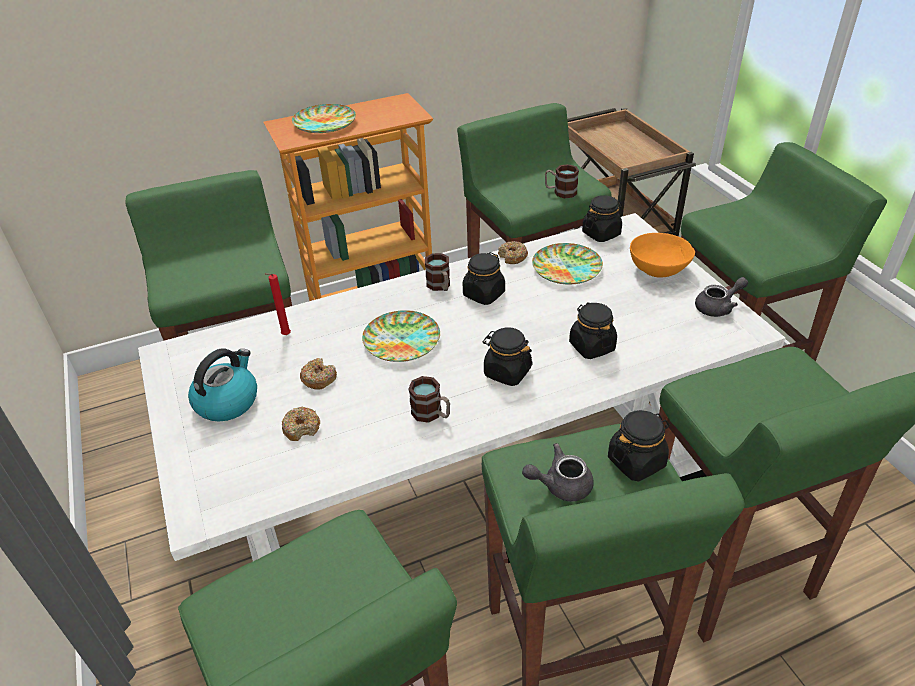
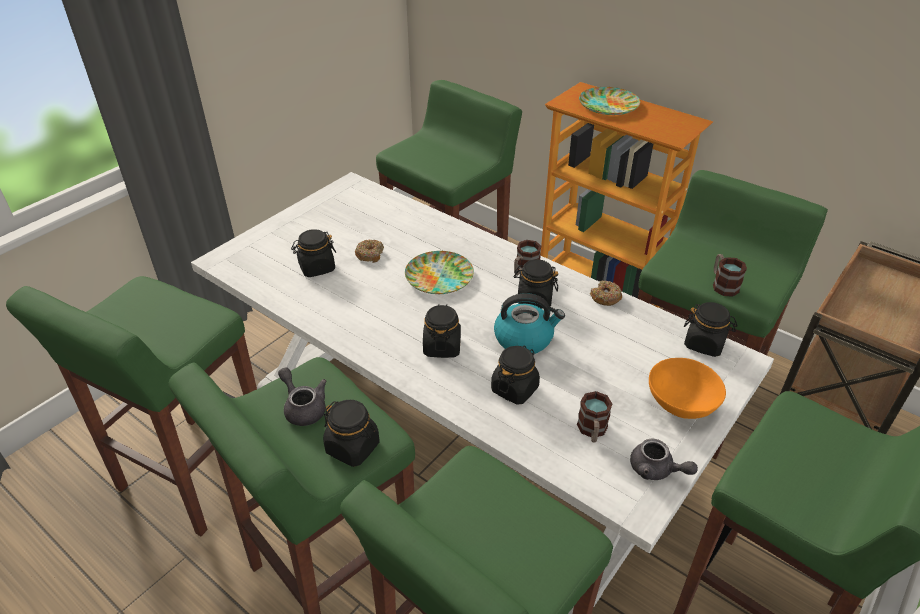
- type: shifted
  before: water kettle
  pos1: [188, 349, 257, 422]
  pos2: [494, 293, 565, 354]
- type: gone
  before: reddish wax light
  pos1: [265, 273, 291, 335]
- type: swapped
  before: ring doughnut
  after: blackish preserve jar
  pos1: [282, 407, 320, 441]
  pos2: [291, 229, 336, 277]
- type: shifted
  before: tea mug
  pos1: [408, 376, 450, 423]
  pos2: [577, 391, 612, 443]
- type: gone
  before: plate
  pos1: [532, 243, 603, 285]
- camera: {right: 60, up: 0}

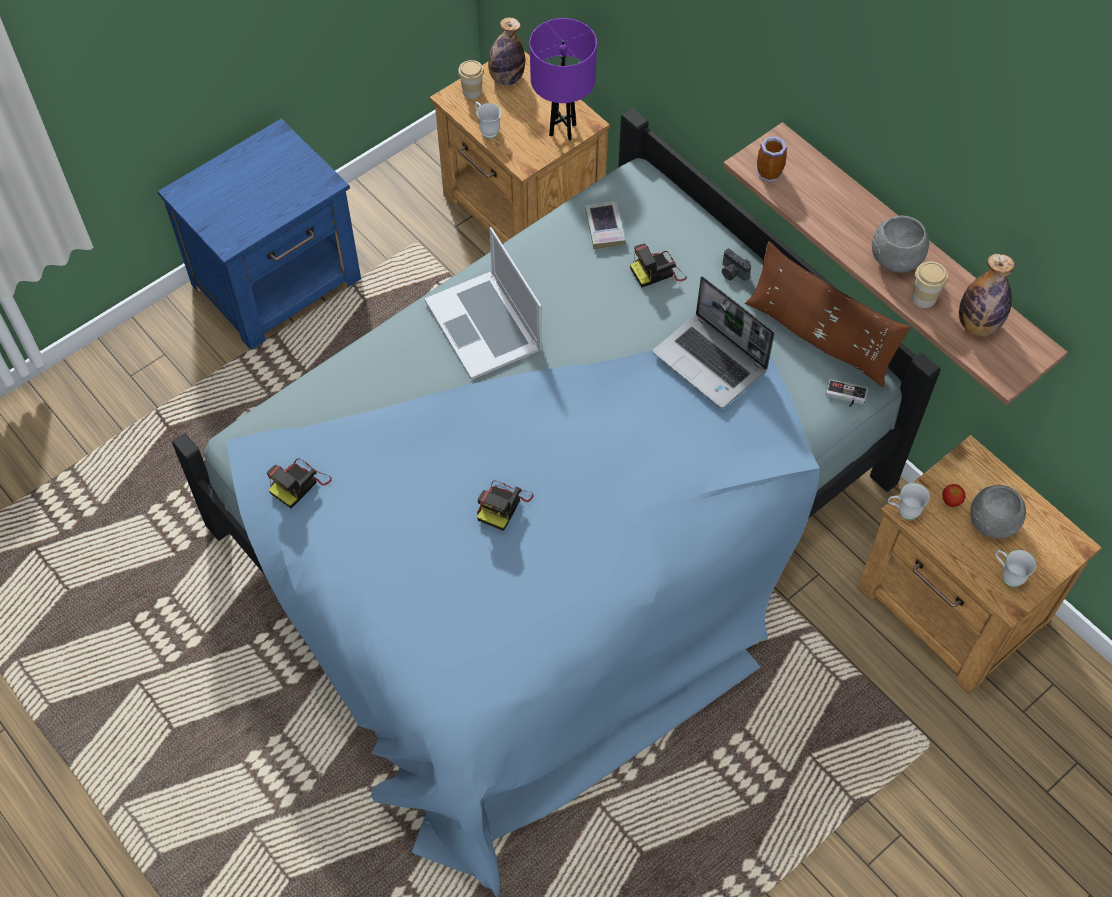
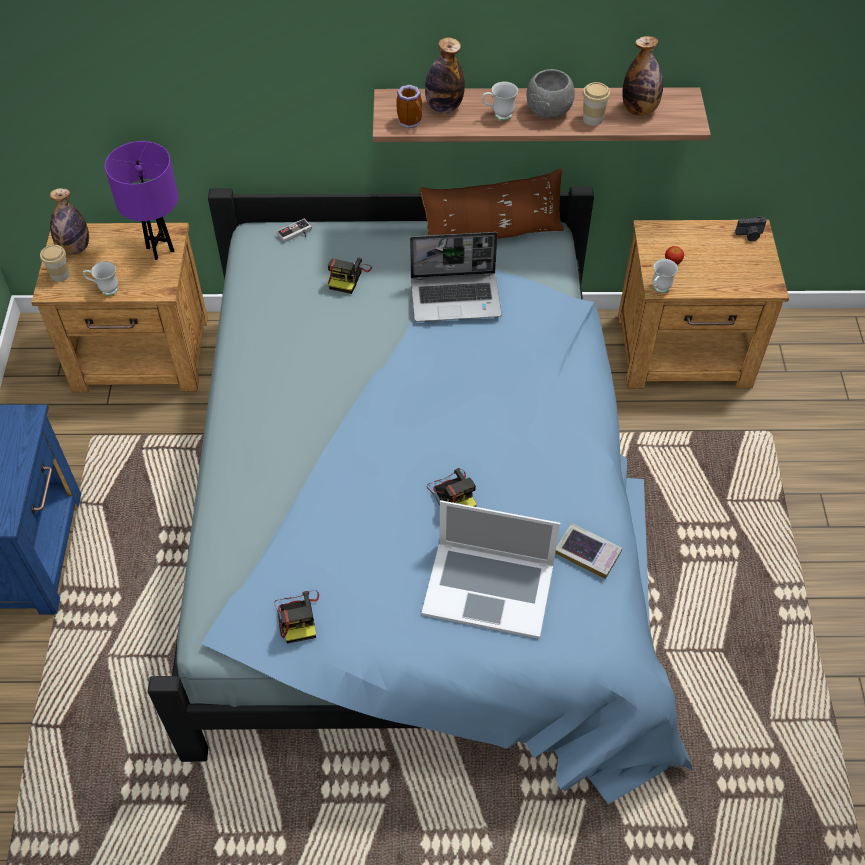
- type: shifted
  before: laptop
  pos1: [424, 227, 542, 380]
  pos2: [421, 500, 560, 639]
- type: shifted
  before: bound book
  pos1: [585, 201, 626, 249]
  pos2: [555, 523, 622, 579]
- type: shifted
  before: still camera
  pos1: [722, 249, 751, 281]
  pos2: [735, 216, 767, 241]
- type: shifted
  before: joypad
  pos1: [826, 379, 868, 407]
  pos2: [276, 218, 312, 243]
- type: gone
  before: gray serving bowl
  pos1: [970, 485, 1026, 538]
- type: shifted
  before: white tea mug
  pos1: [995, 550, 1037, 588]
  pos2: [482, 82, 518, 121]
- type: new
  after: drink bottle
  pos2: [425, 37, 465, 113]
- camera: {right: -50, up: -5}

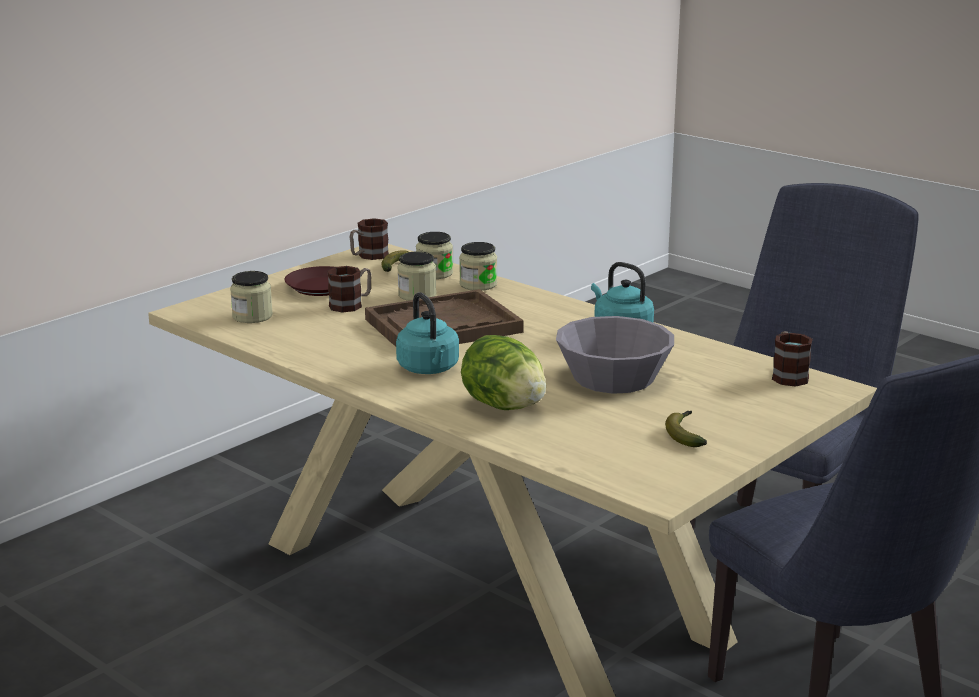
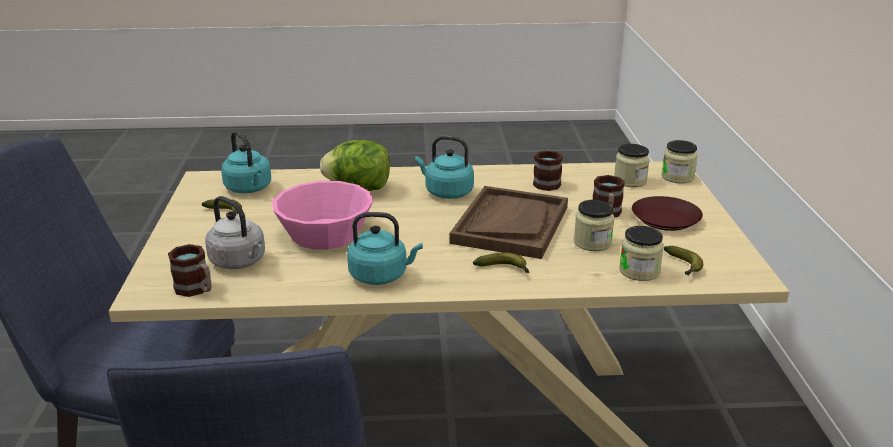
- type: shifted
  before: tea mug
  pos1: [349, 218, 389, 260]
  pos2: [533, 149, 563, 191]
- type: shifted
  before: preserve jar
  pos1: [459, 242, 497, 291]
  pos2: [661, 140, 698, 183]
- type: repainted
  before: gray serving bowl
  after: pinkish serving bowl
  pos1: [556, 316, 674, 394]
  pos2: [272, 181, 373, 250]
- type: new
  after: gray water kettle
  pos2: [205, 196, 265, 269]
- type: new
  after: blue-green water kettle
  pos2: [221, 131, 271, 193]
- type: new
  after: whole banana
  pos2: [473, 253, 529, 273]
- camera: {right: 135, up: 5}

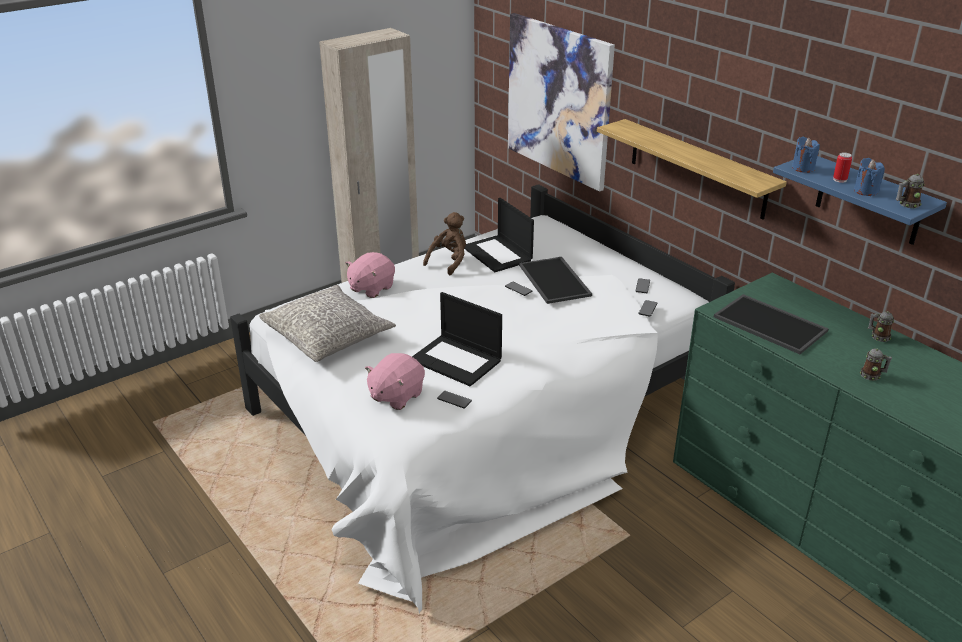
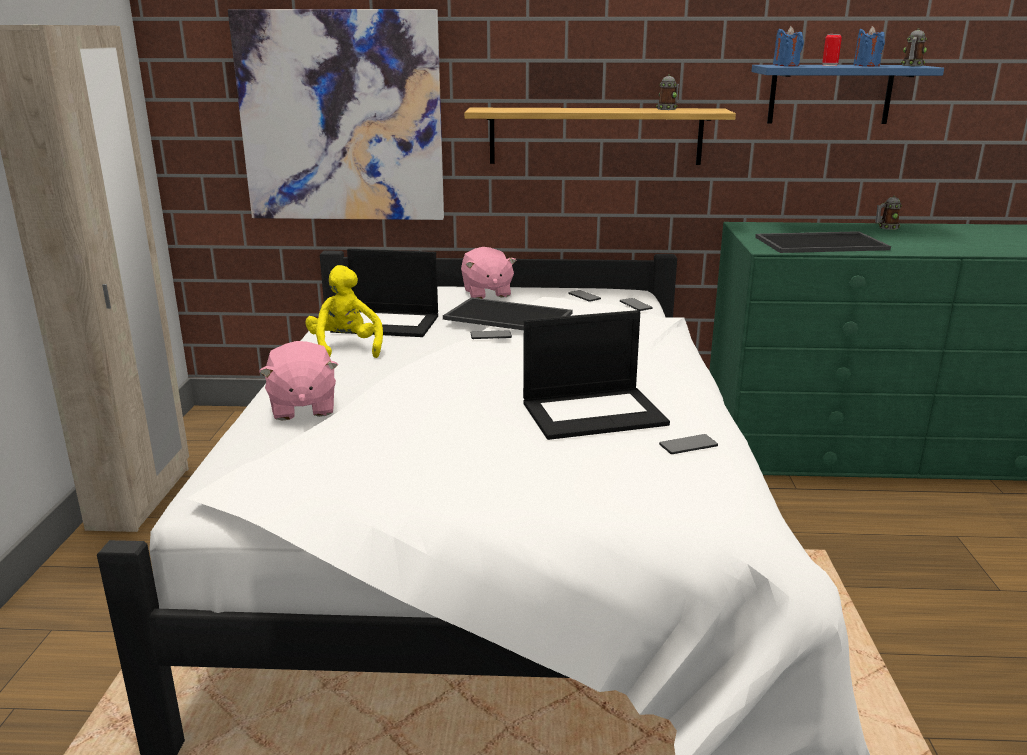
- type: gone
  before: gray throw pillow
  pos1: [259, 285, 396, 362]
- type: shifted
  before: pinkish plush toy
  pos1: [365, 353, 425, 410]
  pos2: [461, 247, 517, 299]
- type: repainted
  before: brownish plush toy
  after: yellow-coloured plush toy
  pos1: [423, 212, 466, 275]
  pos2: [305, 265, 383, 358]
- type: shifted
  before: tea mug
  pos1: [860, 349, 892, 381]
  pos2: [656, 74, 679, 110]
- camera: {right: -50, up: -10}

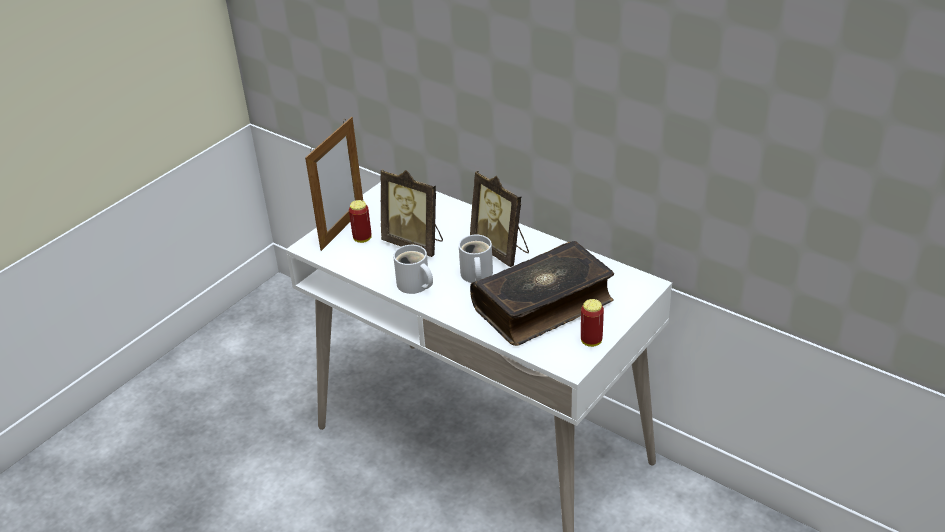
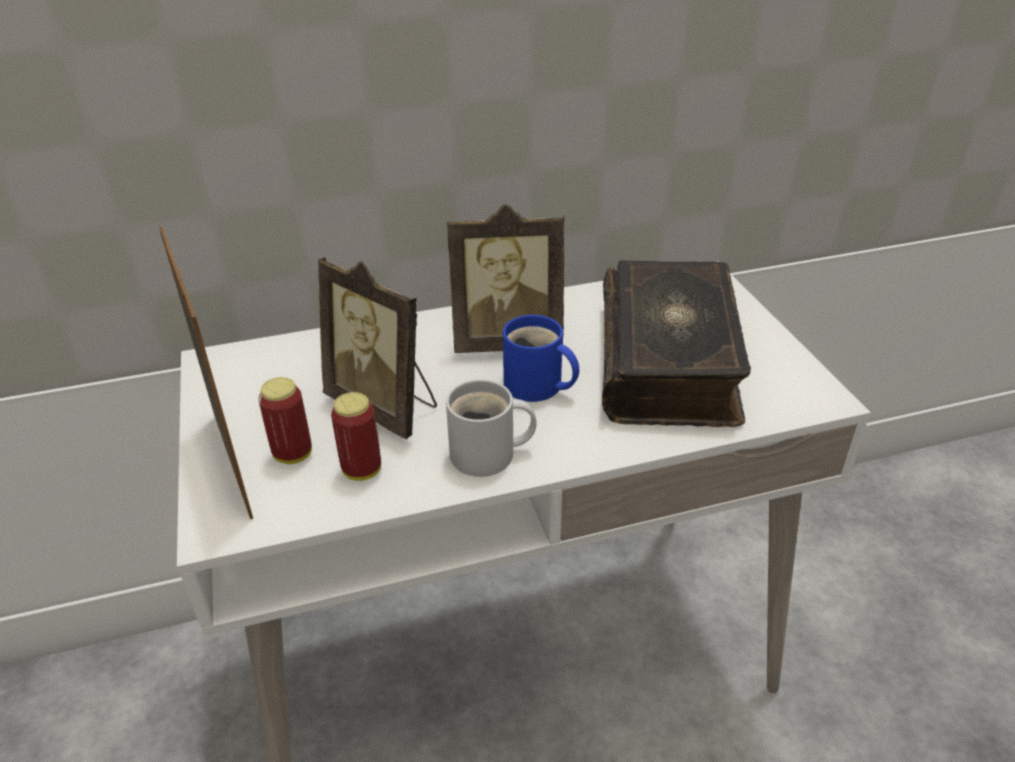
- type: rotated
  before: photo frame
  pos1: [380, 169, 443, 257]
  pos2: [318, 257, 437, 439]
  turn: 60
- type: repainted
  before: white tea mug
  after: bluish tea mug
  pos1: [459, 235, 493, 283]
  pos2: [503, 315, 579, 402]
- type: shifted
  before: metal can
  pos1: [581, 299, 604, 347]
  pos2: [331, 392, 381, 481]
- camera: {right: -55, up: 0}

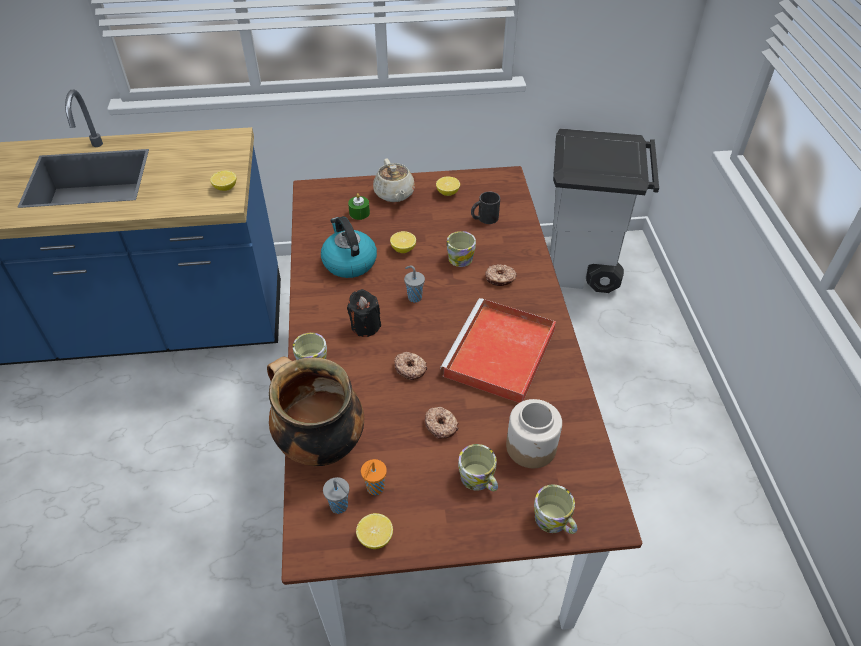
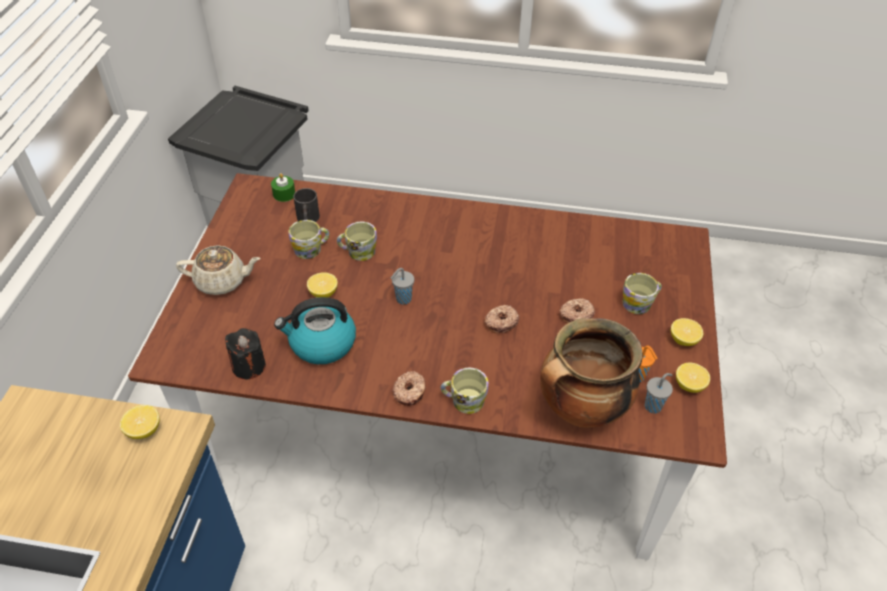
- type: shifted
  before: blackish wax light
  pos1: [347, 289, 381, 337]
  pos2: [225, 328, 266, 379]
- type: shifted
  before: green-coloured wax light
  pos1: [348, 193, 370, 220]
  pos2: [271, 173, 295, 202]
- type: shifted
  before: whole lemon
  pos1: [436, 177, 460, 196]
  pos2: [671, 318, 703, 346]
- type: gone
  before: reddish carrying tray
  pos1: [440, 298, 556, 403]
- type: shifted
  before: ring doughnut
  pos1: [485, 264, 517, 286]
  pos2: [392, 371, 426, 406]
- type: gone
  before: preserve jar
  pos1: [506, 399, 562, 468]
- type: shifted
  before: tea mug
  pos1: [534, 485, 577, 534]
  pos2: [289, 220, 329, 259]
- camera: {right: -75, up: 0}

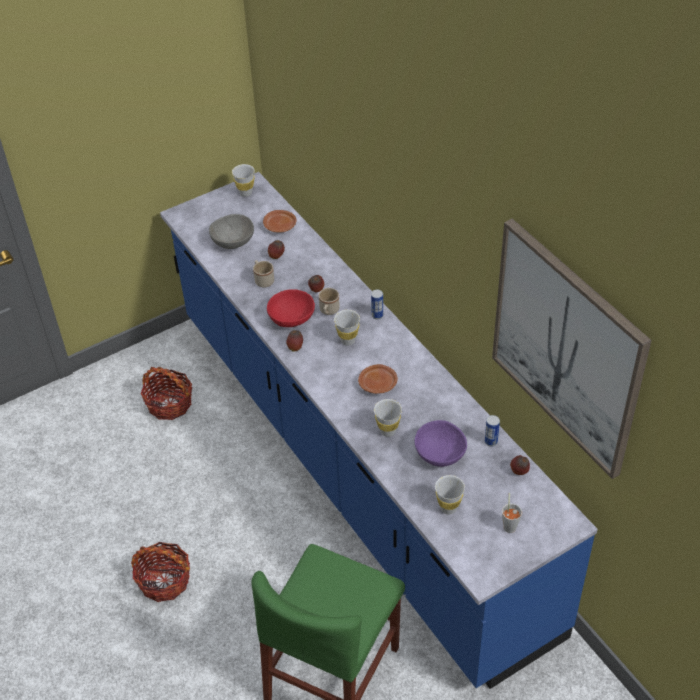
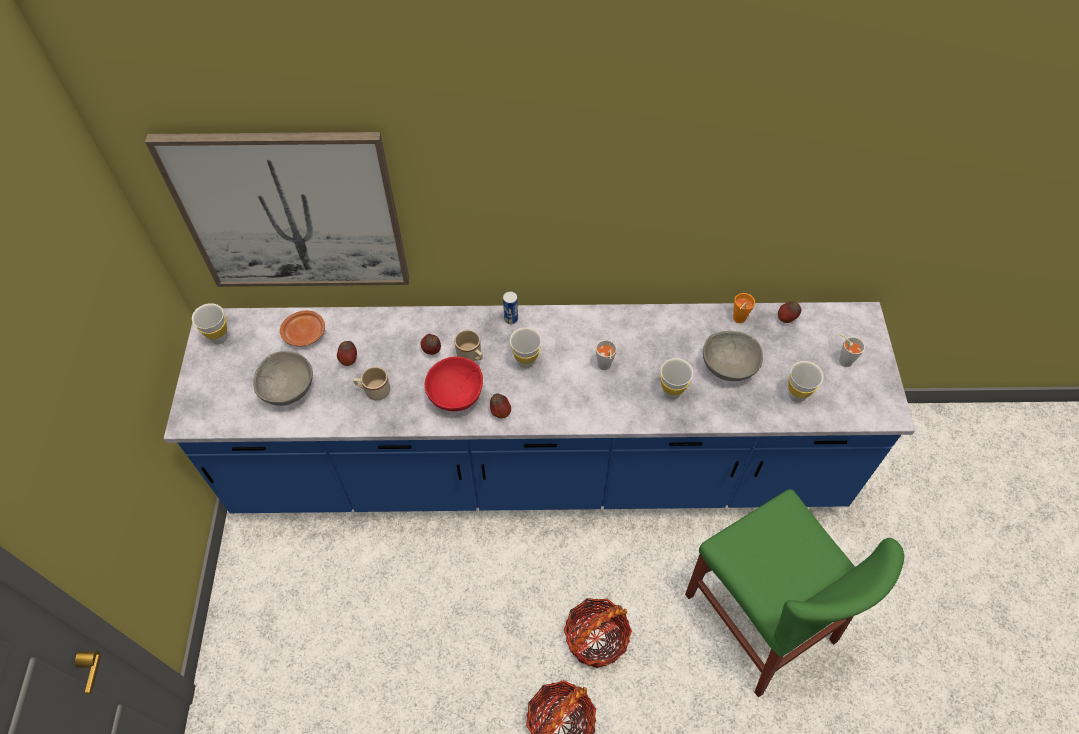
- type: shifted
  before: basket
  pos1: [140, 367, 192, 420]
  pos2: [564, 598, 632, 668]
- type: swapped
  before: brownish plate
  after: gray cup
  pos1: [358, 364, 398, 394]
  pos2: [596, 340, 617, 370]
- type: repainted
  before: purple serving bowl
  after: gray serving bowl
  pos1: [415, 420, 467, 467]
  pos2: [703, 331, 763, 381]
- type: swapped
  before: metal can
  after: orange-coloured cup
  pos1: [485, 415, 500, 447]
  pos2: [733, 293, 755, 323]
- type: shifted
  before: wall picture
  pos1: [492, 219, 652, 479]
  pos2: [145, 132, 409, 287]
- camera: {right: -60, up: 10}

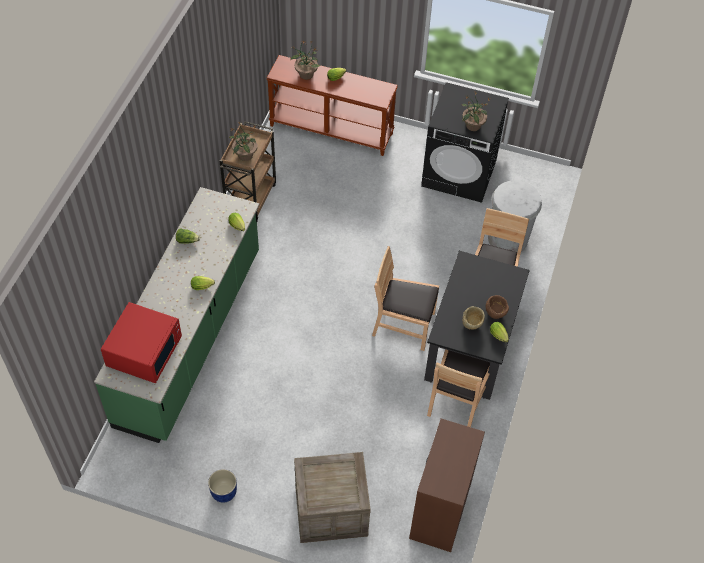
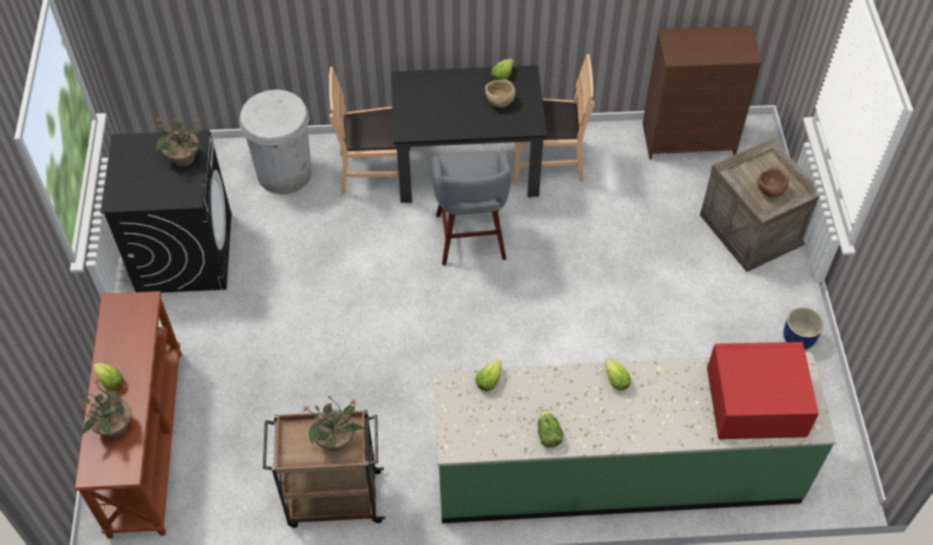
- type: swapped
  before: brownish chair
  after: gray stool
  pos1: [372, 246, 439, 351]
  pos2: [431, 149, 511, 265]
- type: shifted
  before: brownish serving bowl
  pos1: [486, 295, 509, 319]
  pos2: [757, 168, 789, 198]
- camera: {right: -110, up: 0}

